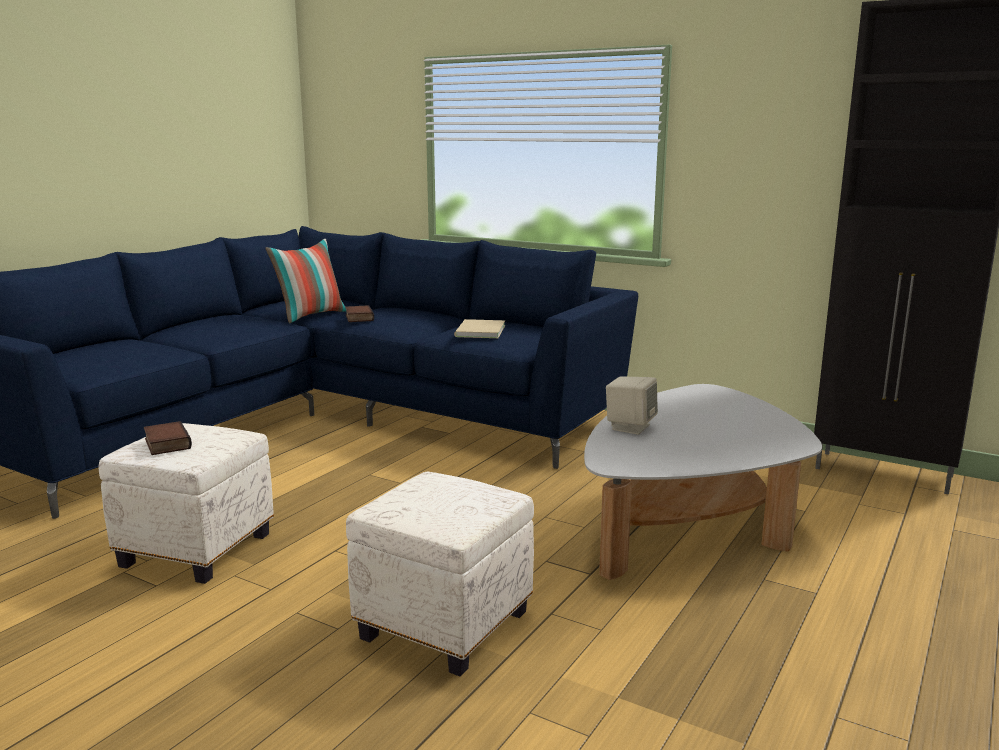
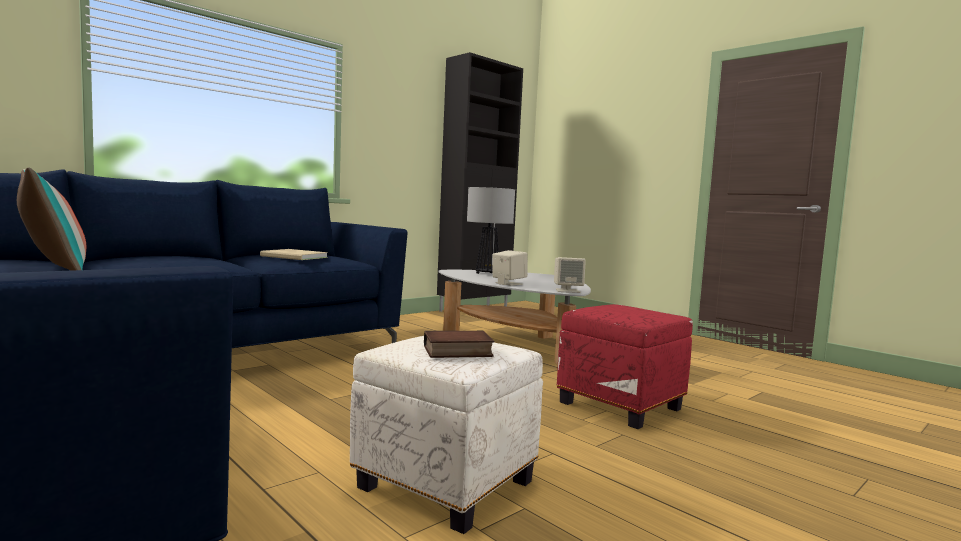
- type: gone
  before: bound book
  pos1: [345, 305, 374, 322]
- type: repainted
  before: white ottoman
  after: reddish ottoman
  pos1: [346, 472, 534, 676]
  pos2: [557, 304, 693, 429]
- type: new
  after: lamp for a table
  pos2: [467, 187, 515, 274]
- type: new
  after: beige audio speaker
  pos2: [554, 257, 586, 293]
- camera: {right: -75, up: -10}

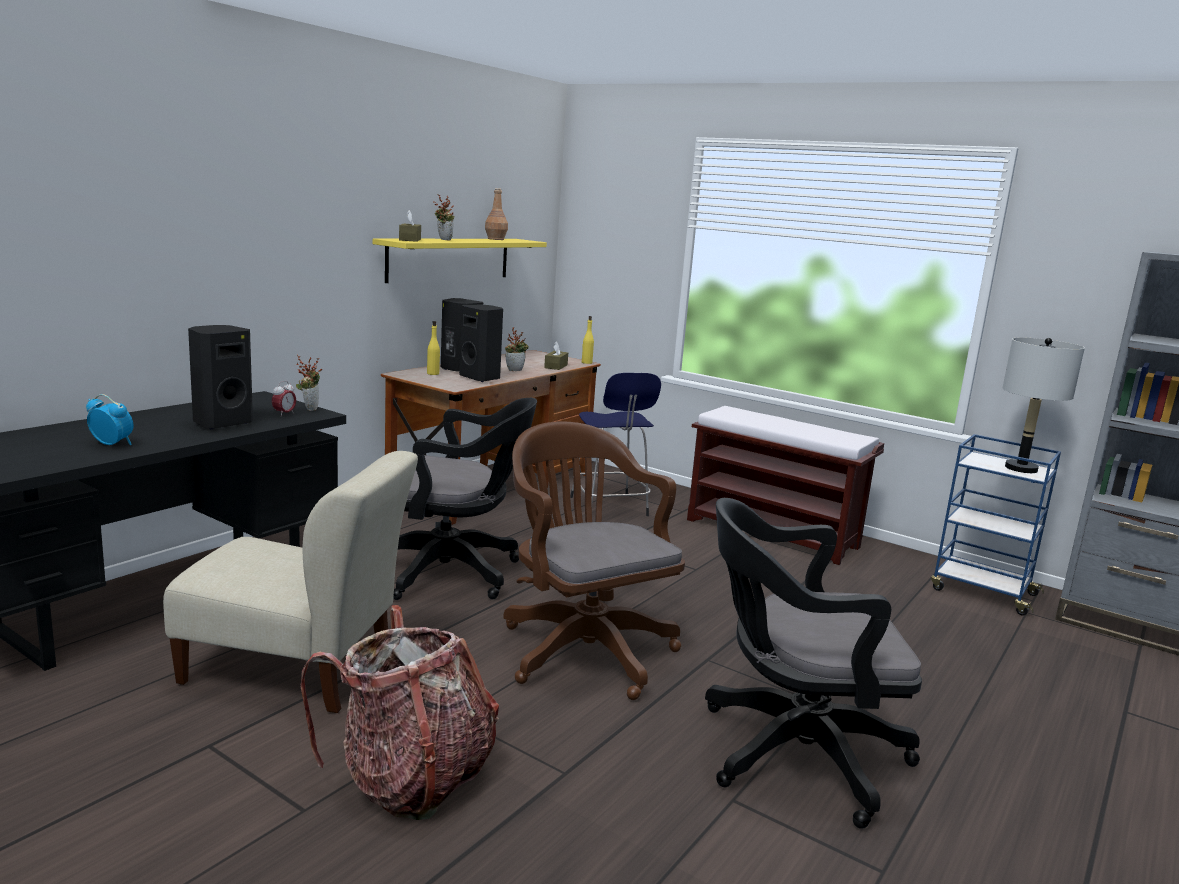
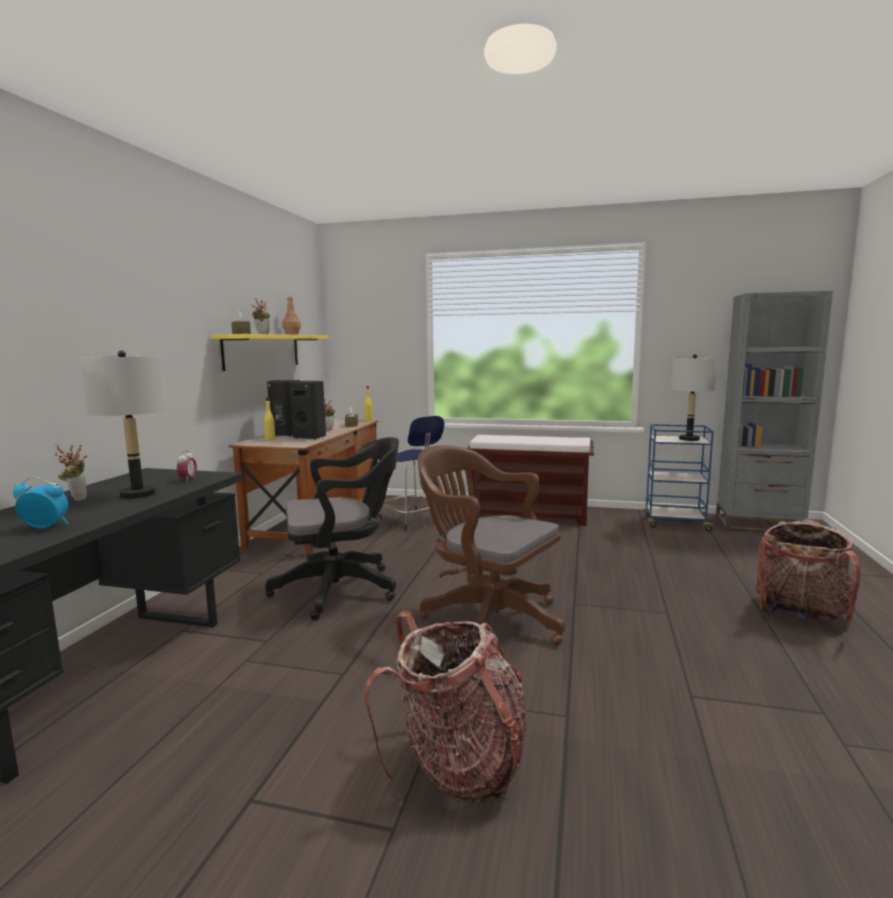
- type: gone
  before: beige chair
  pos1: [163, 451, 418, 713]
- type: swapped
  before: blackish audio speaker
  after: gray lamp for a table
  pos1: [188, 325, 253, 429]
  pos2: [80, 350, 167, 499]
- type: shifted
  before: plant in a pot
  pos1: [296, 355, 322, 411]
  pos2: [55, 444, 87, 501]
- type: gone
  before: blackish desk chair
  pos1: [705, 498, 922, 829]
- type: new
  after: backpack
  pos2: [755, 519, 861, 625]
- camera: {right: -20, up: -5}

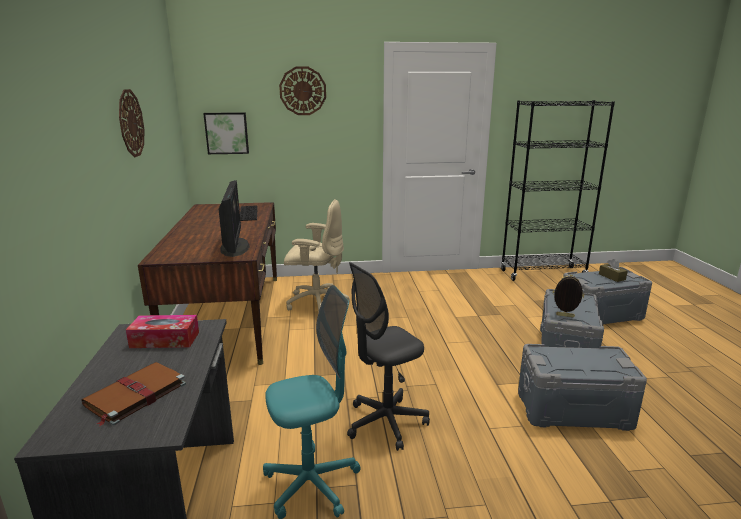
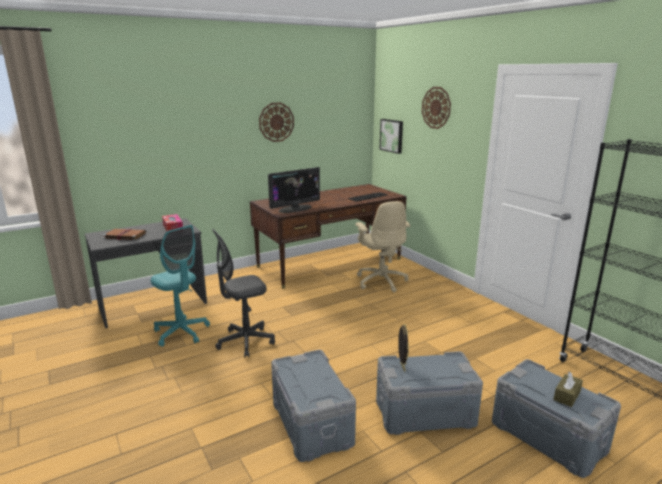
- type: rotated
  before: gray desk chair
  pos1: [347, 262, 430, 451]
  pos2: [212, 229, 275, 358]
  turn: -60
- camera: {right: 65, up: 0}

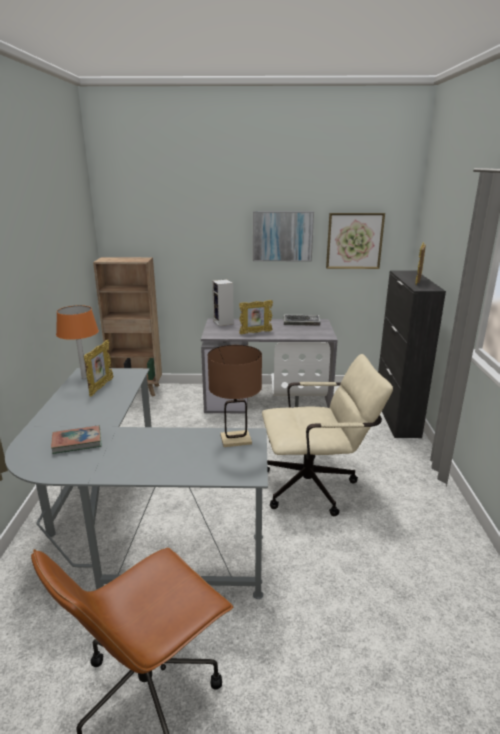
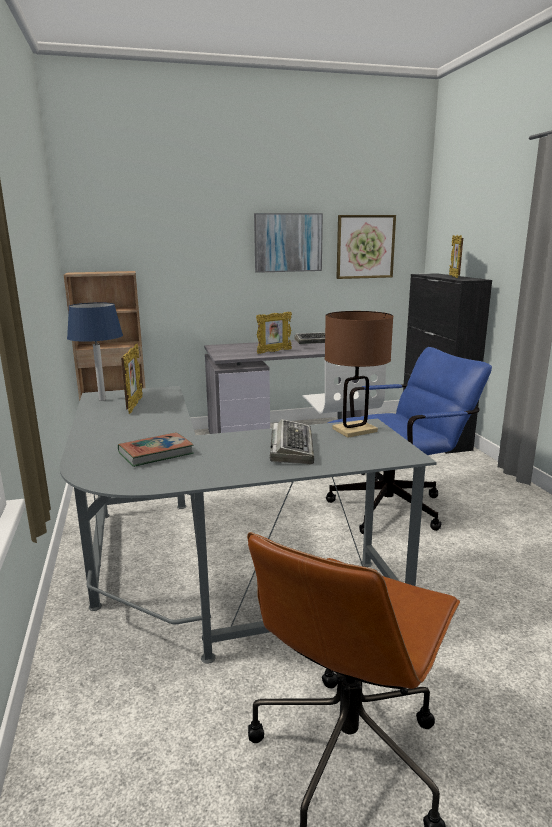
- type: repainted
  before: orange-coloured lamp for a table
  after: bluish lamp for a table
  pos1: [56, 305, 99, 379]
  pos2: [67, 302, 123, 401]
- type: gone
  before: audio speaker
  pos1: [212, 279, 234, 326]
- type: repainted
  before: beige desk chair
  after: bluish desk chair
  pos1: [262, 354, 393, 516]
  pos2: [326, 347, 492, 535]
- type: new
  after: PC keyboard
  pos2: [269, 419, 314, 464]
- camera: {right: -15, up: -5}

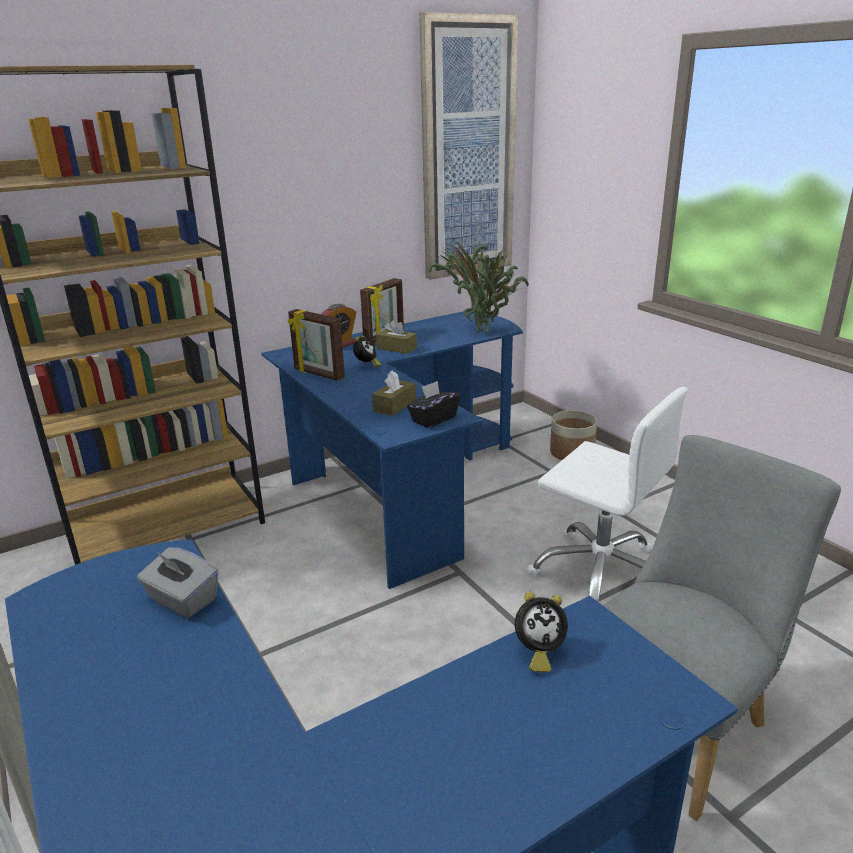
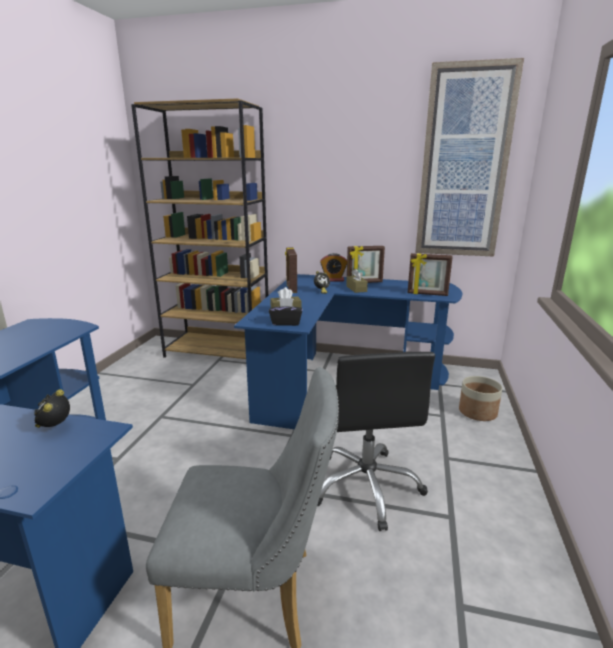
- type: gone
  before: gray box of tissues
  pos1: [137, 547, 218, 618]
- type: swapped
  before: plant in a pot
  after: photo frame
  pos1: [429, 240, 529, 334]
  pos2: [407, 253, 453, 296]
- type: rotated
  before: alarm clock
  pos1: [515, 592, 568, 672]
  pos2: [34, 389, 70, 428]
  turn: 60
- type: repainted
  before: white desk chair
  after: blackish desk chair
  pos1: [527, 387, 688, 602]
  pos2: [317, 352, 435, 531]
- camera: {right: 45, up: -5}

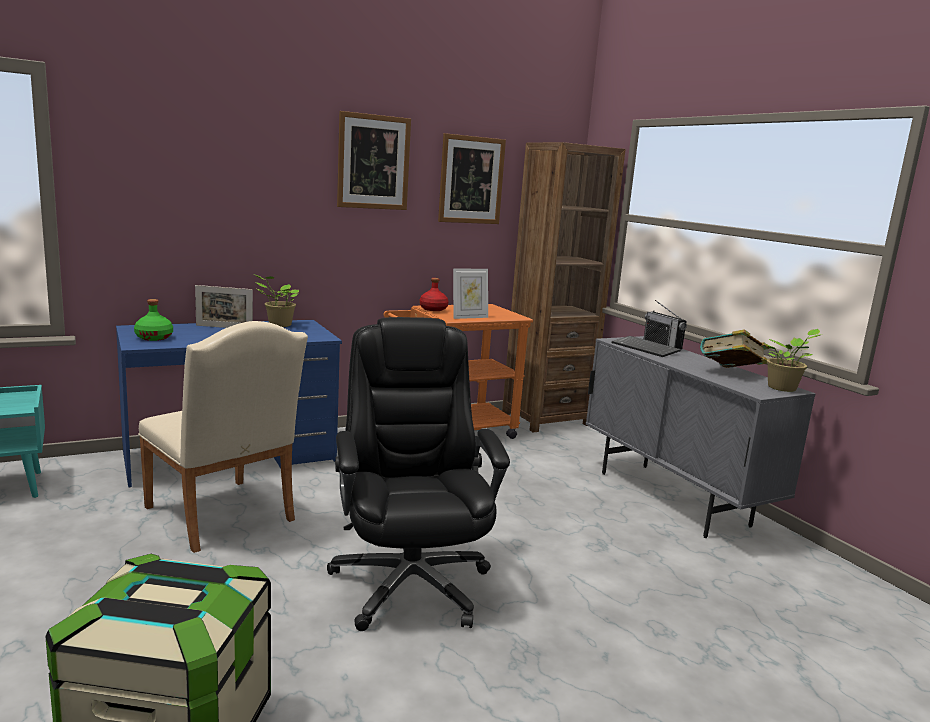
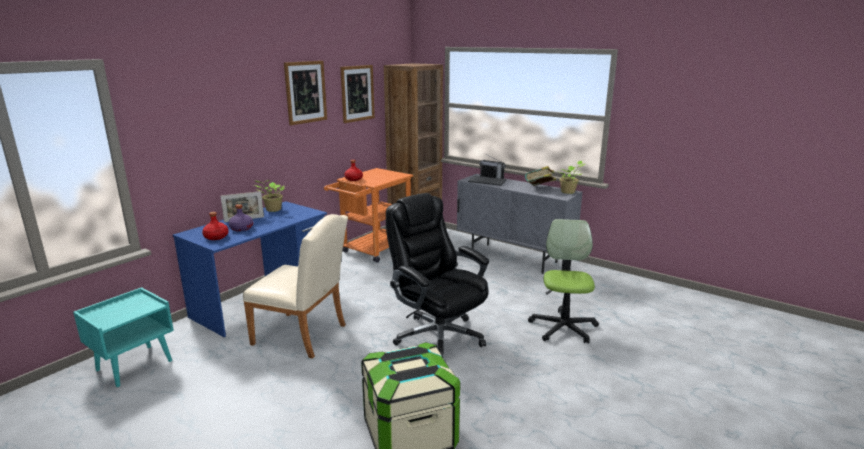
- type: repainted
  before: green-coloured drink bottle
  after: reddish drink bottle
  pos1: [134, 299, 173, 341]
  pos2: [202, 212, 229, 240]
- type: gone
  before: photo frame
  pos1: [453, 269, 488, 319]
- type: new
  after: purple drink bottle
  pos2: [229, 204, 253, 231]
- type: new
  after: desk chair
  pos2: [528, 219, 599, 344]
- camera: {right: -25, up: 5}

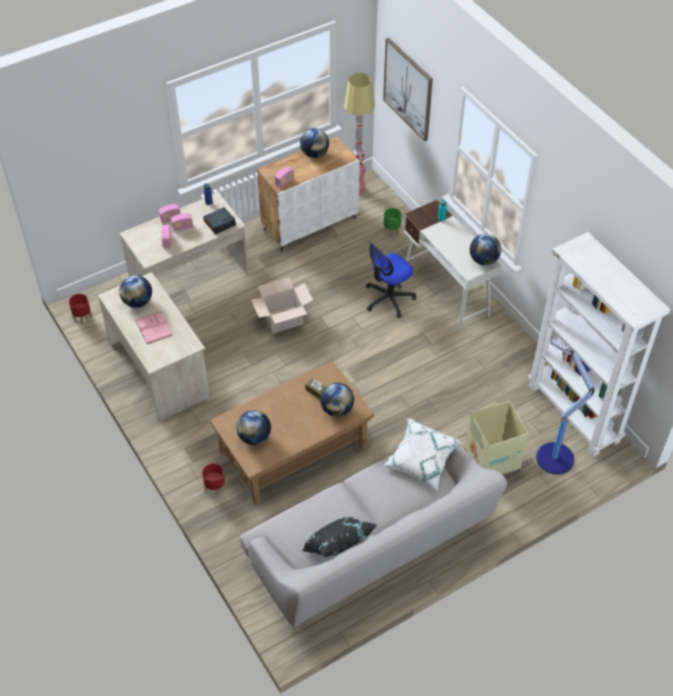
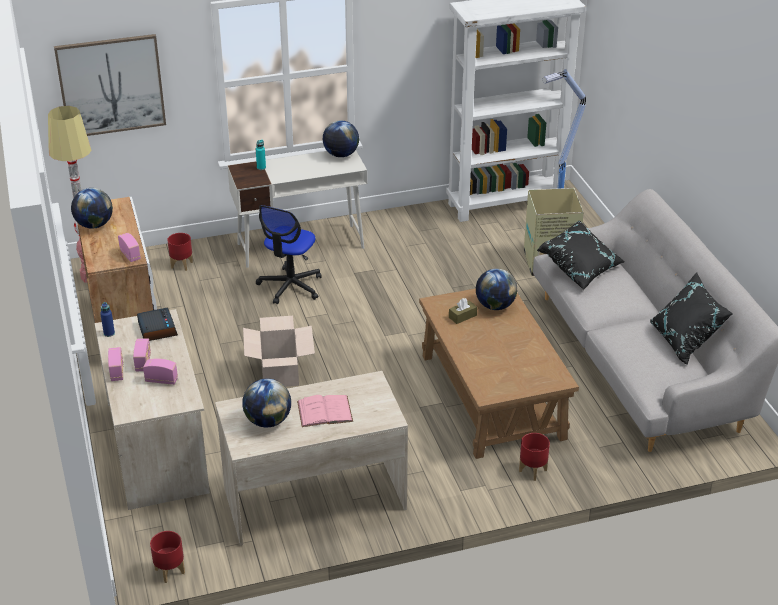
- type: gone
  before: desk globe
  pos1: [236, 410, 271, 445]
- type: rotated
  before: desk chair
  pos1: [366, 241, 416, 318]
  pos2: [256, 205, 322, 304]
  turn: 45
- type: repainted
  before: white throw pillow
  after: blackish throw pillow
  pos1: [383, 419, 463, 491]
  pos2: [537, 221, 625, 290]
- type: repainted
  before: green-coloured planter
  after: reddish planter
  pos1: [384, 208, 402, 236]
  pos2: [167, 233, 193, 271]
- camera: {right: -75, up: -15}

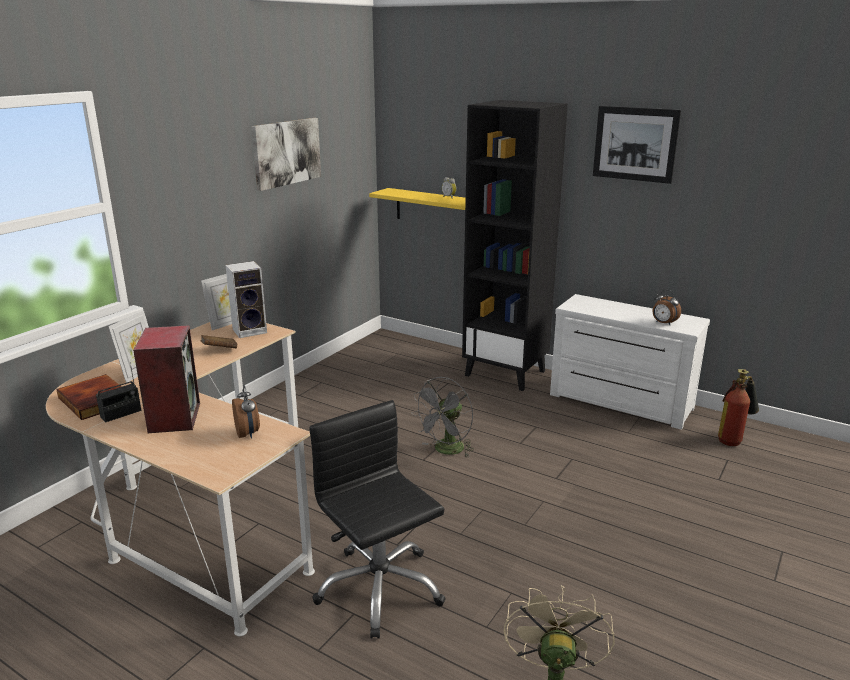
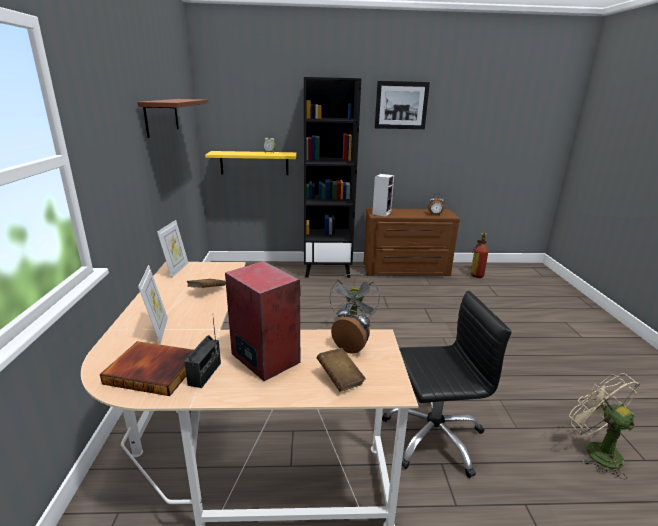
- type: shifted
  before: audio speaker
  pos1: [226, 261, 267, 338]
  pos2: [372, 174, 394, 217]
- type: swapped
  before: wall picture
  after: brownish wall shelf
  pos1: [251, 118, 321, 191]
  pos2: [137, 99, 208, 138]
- type: rotated
  before: blackish desk chair
  pos1: [309, 400, 446, 639]
  pos2: [382, 291, 512, 478]
  turn: 150
- type: repainted
  before: white drawer chest
  after: brownish drawer chest
  pos1: [550, 294, 710, 430]
  pos2: [363, 208, 460, 276]
- type: new
  after: brownish bound book
  pos2: [317, 348, 366, 391]
- camera: {right: -35, up: 0}

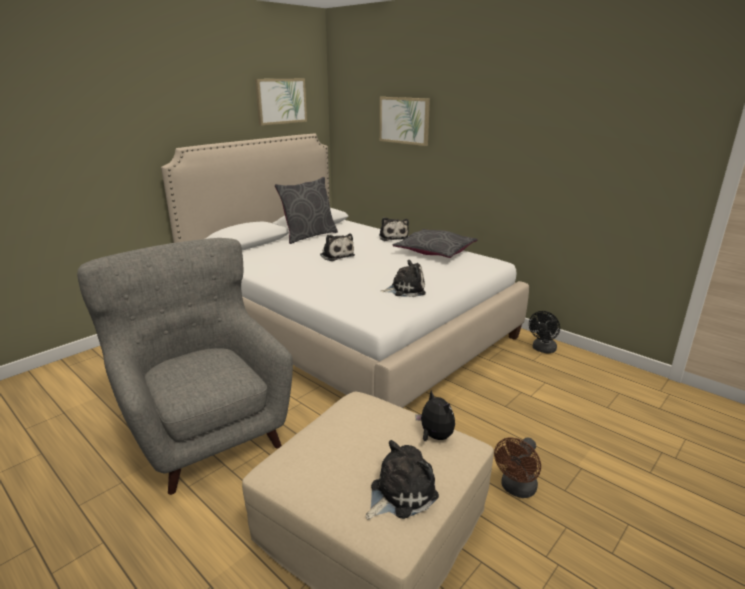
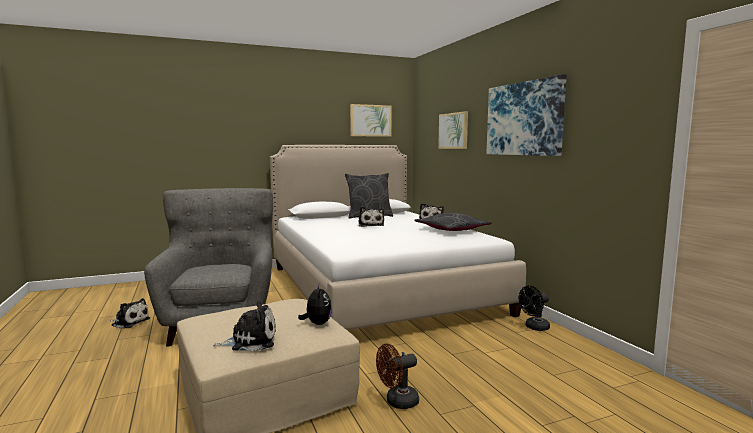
- type: shifted
  before: plush toy
  pos1: [381, 260, 426, 297]
  pos2: [110, 298, 150, 329]
- type: new
  after: wall picture
  pos2: [486, 74, 566, 156]
- camera: {right: 25, up: -15}

